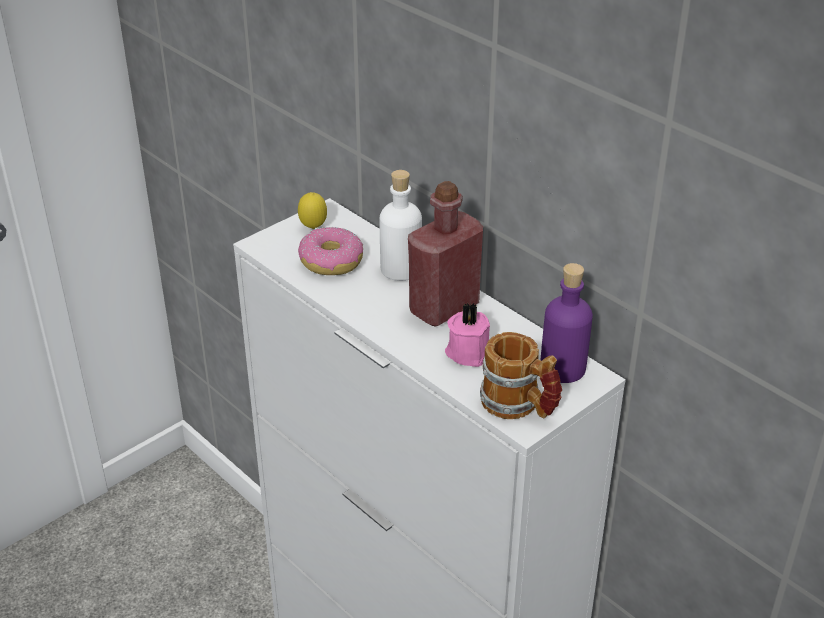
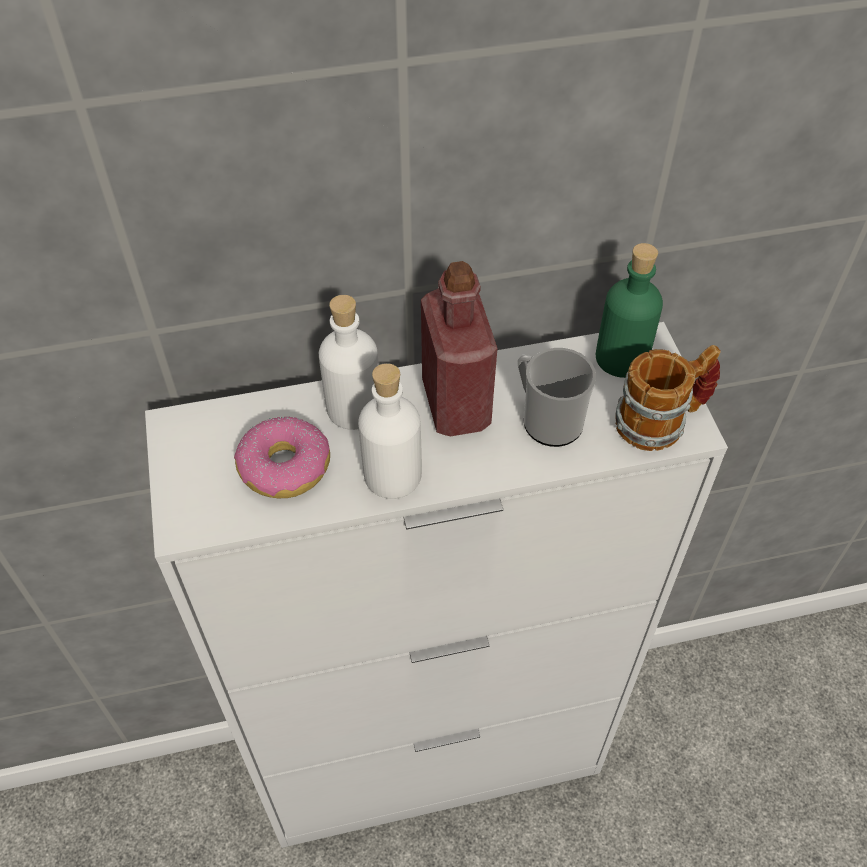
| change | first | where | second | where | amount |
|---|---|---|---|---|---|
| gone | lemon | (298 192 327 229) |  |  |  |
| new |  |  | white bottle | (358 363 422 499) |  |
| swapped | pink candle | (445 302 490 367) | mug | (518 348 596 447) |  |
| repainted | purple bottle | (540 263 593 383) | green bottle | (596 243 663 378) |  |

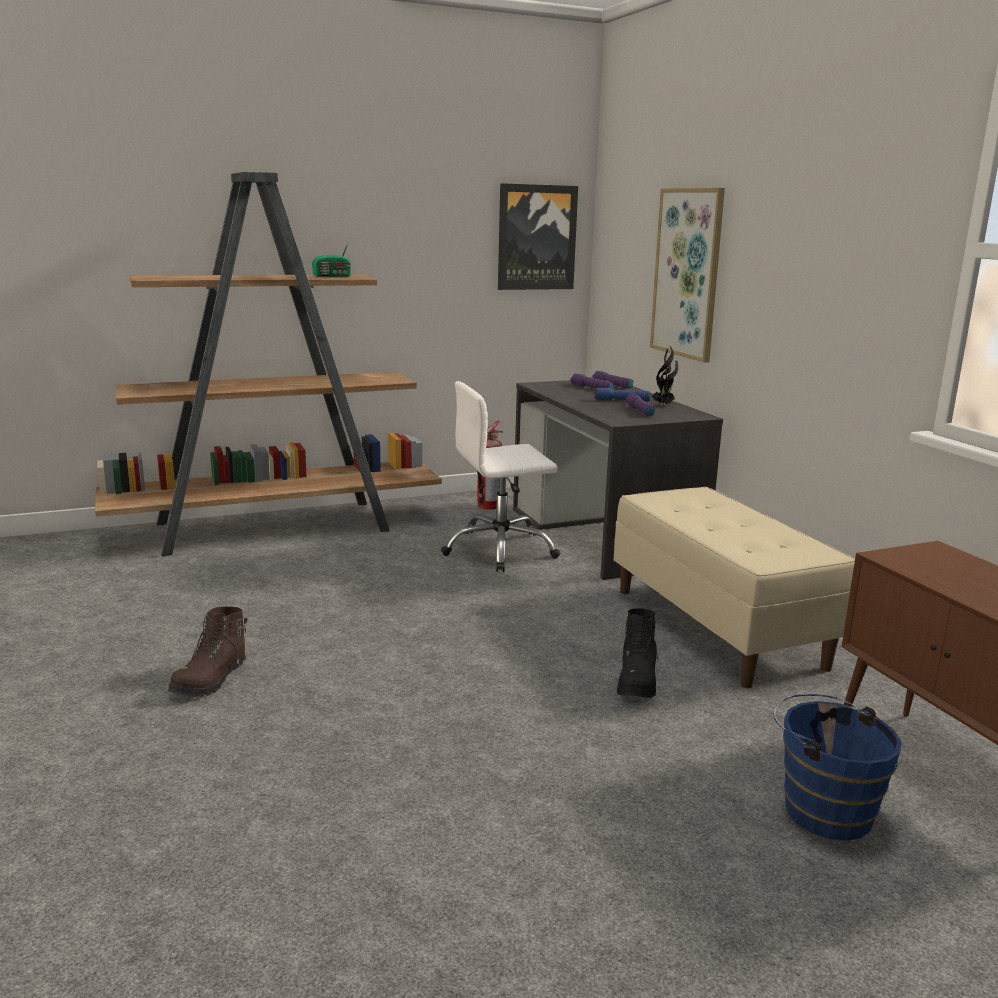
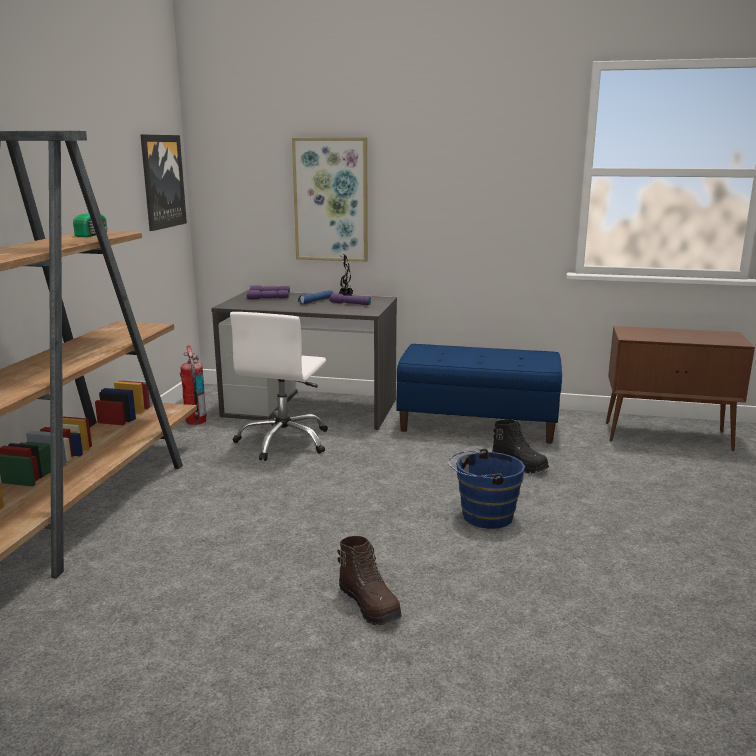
| change | first | where | second | where | amount |
|---|---|---|---|---|---|
| shifted | blue bucket | (773 694 902 841) |  | (448 448 525 529) |  |
| repainted | beige bench | (614 487 855 688) | blue bench | (396 344 562 444) |  |

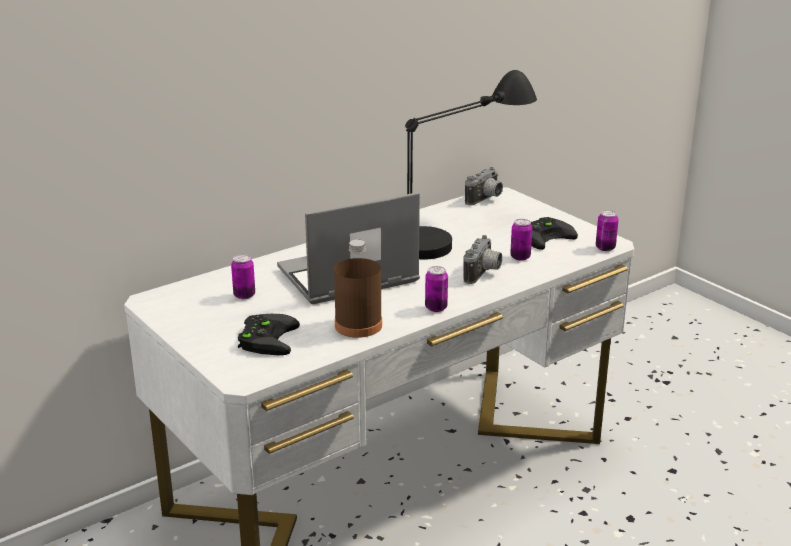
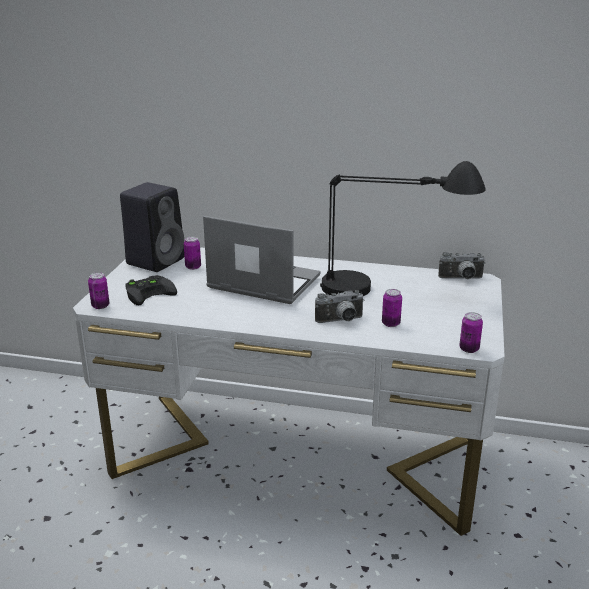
| change | first | where | second | where | amount |
|---|---|---|---|---|---|
| gone | brown bottle | (334 240 382 338) |  |  |  |
| gone | black game controller | (531 217 578 250) |  |  |  |
| new |  |  | black speaker | (120 182 184 272) |  |
| shifted | can | (425 266 448 312) |  | (88 272 109 309) |  |

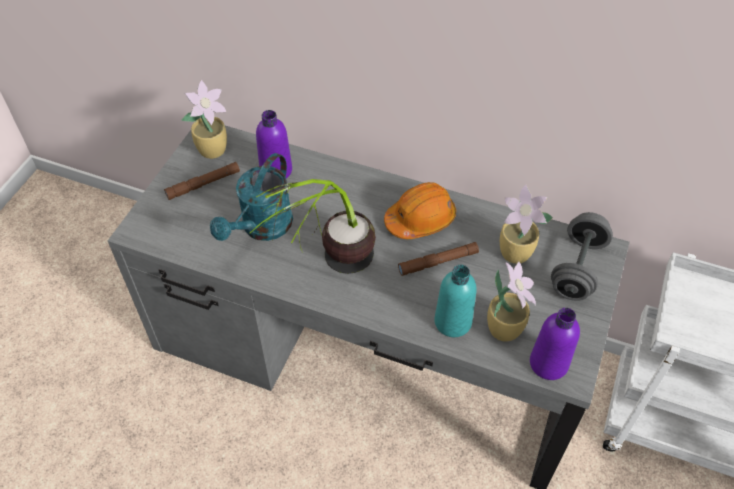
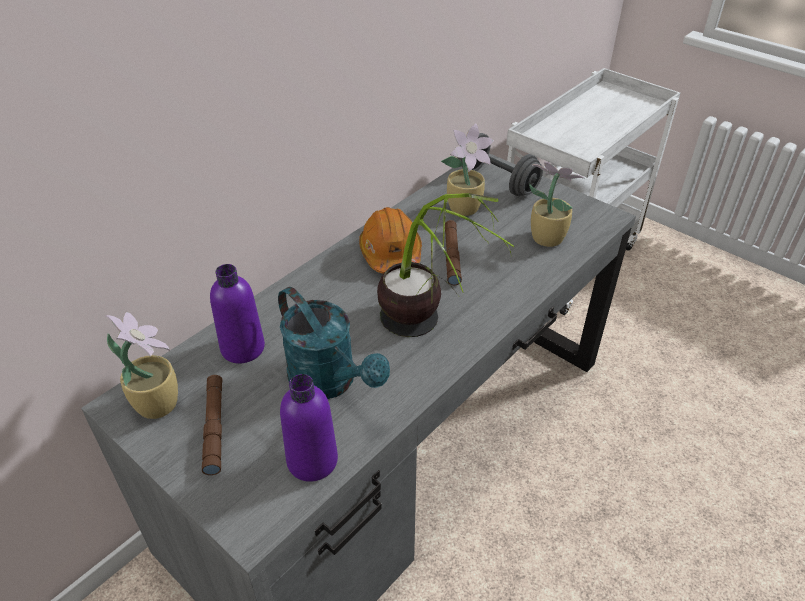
| change | first | where | second | where | amount |
|---|---|---|---|---|---|
| gone | turquoise bottle | (434 265 476 337) |  |  |  |
| shifted | purple bottle | (530 308 580 380) |  | (280 374 338 482) |  |

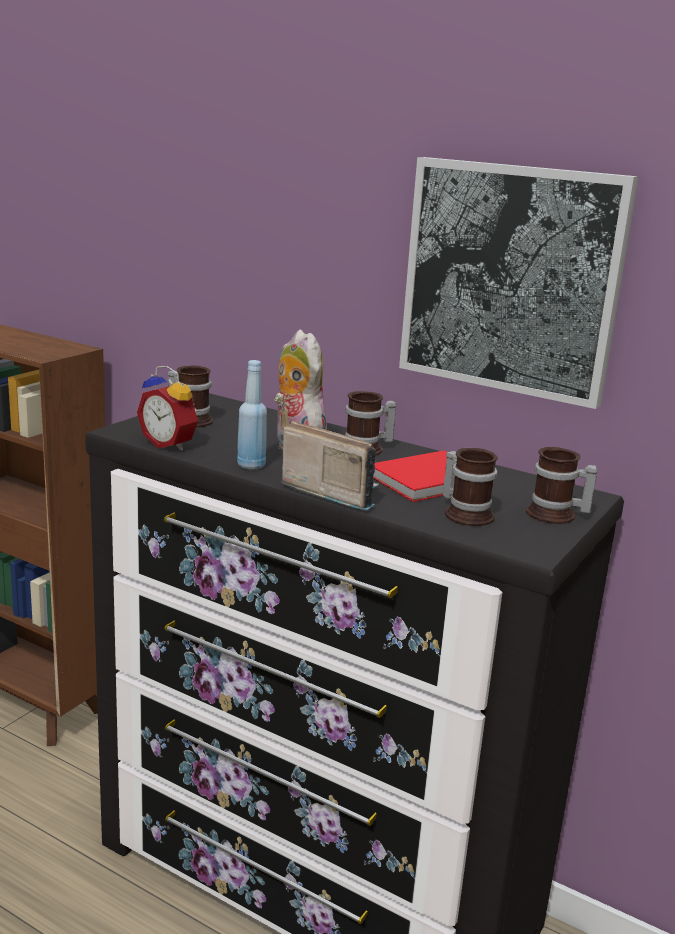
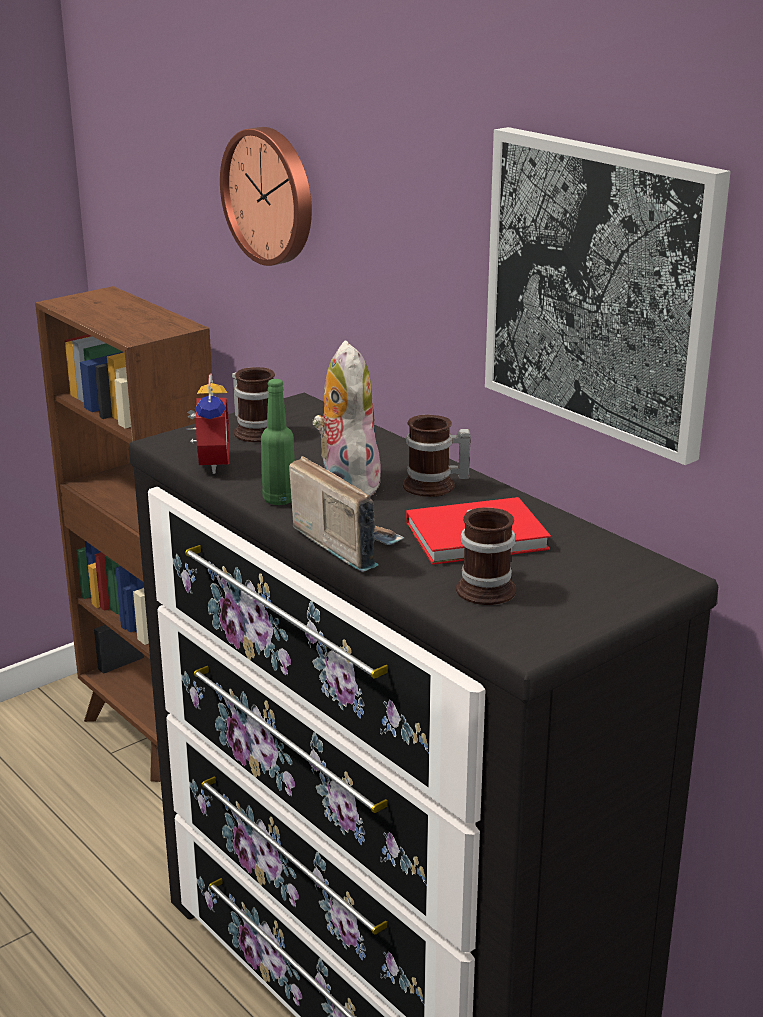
| change | first | where | second | where | amount |
|---|---|---|---|---|---|
| gone | mug | (526 447 597 524) |  |  |  |
| new |  |  | wall clock | (220 127 312 266) |  |
| repainted | blue bottle | (237 360 267 469) | green bottle | (261 379 295 505) |  |
| rotated | alarm clock | (137 366 198 451) |  | (185 373 230 474) | 150 degrees counterclockwise |

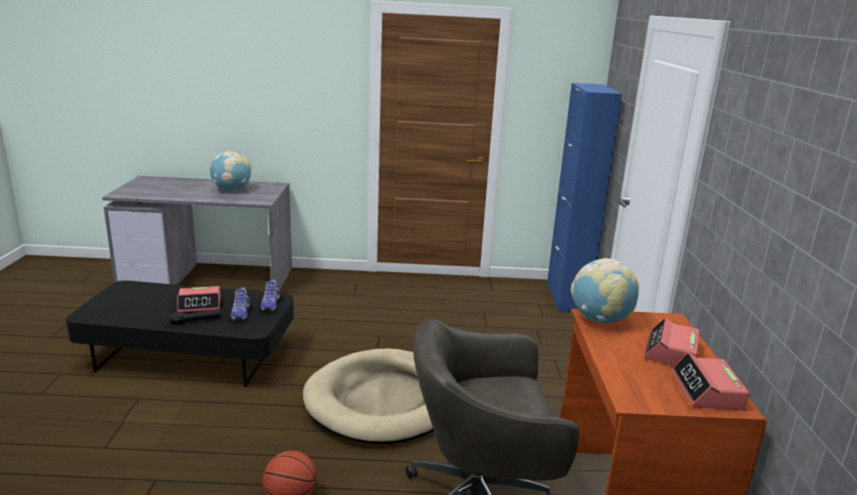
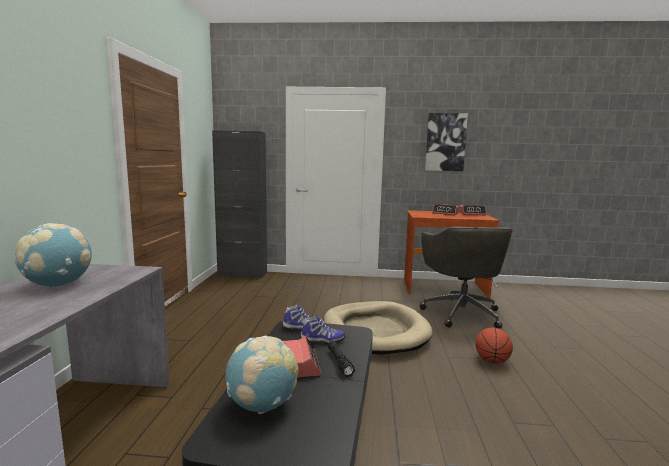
| change | first | where | second | where | amount |
|---|---|---|---|---|---|
| new |  |  | picture | (425 113 468 171) |  |
| shifted | globe | (571 258 639 323) |  | (225 336 299 414) |  |
| repainted | blue cabinet | (547 83 622 312) | black cabinet | (212 130 267 279) |  |

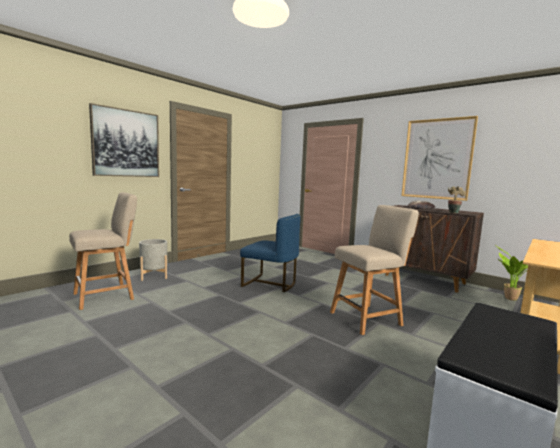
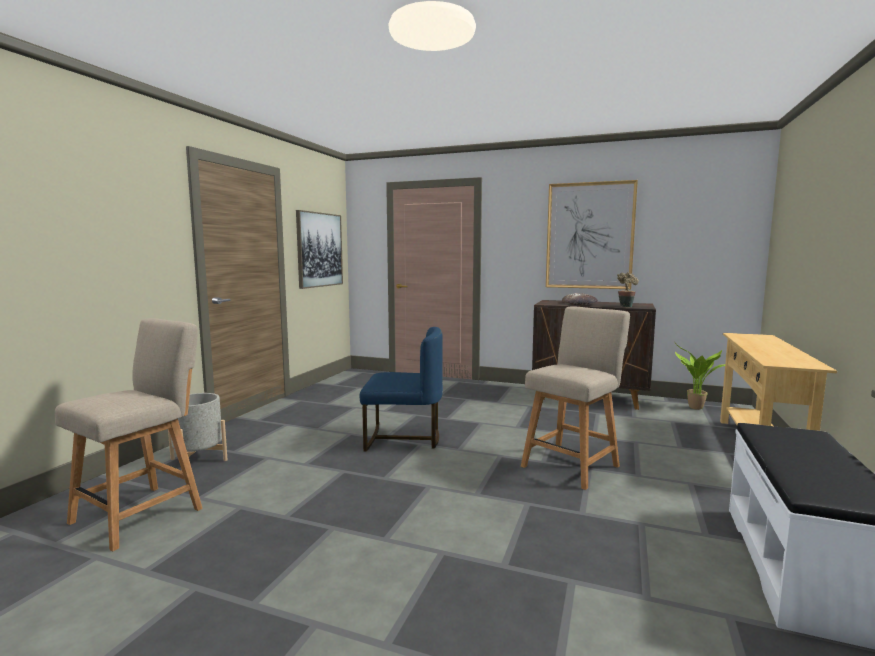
| change | first | where | second | where | amount |
|---|---|---|---|---|---|
| shifted | picture | (89 103 159 177) |  | (296 210 343 289) |  |

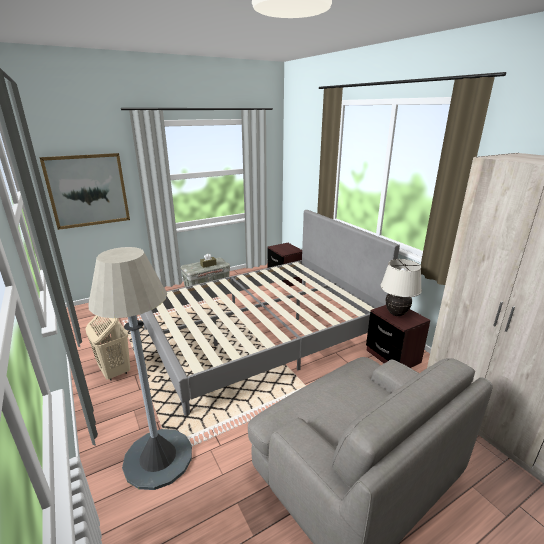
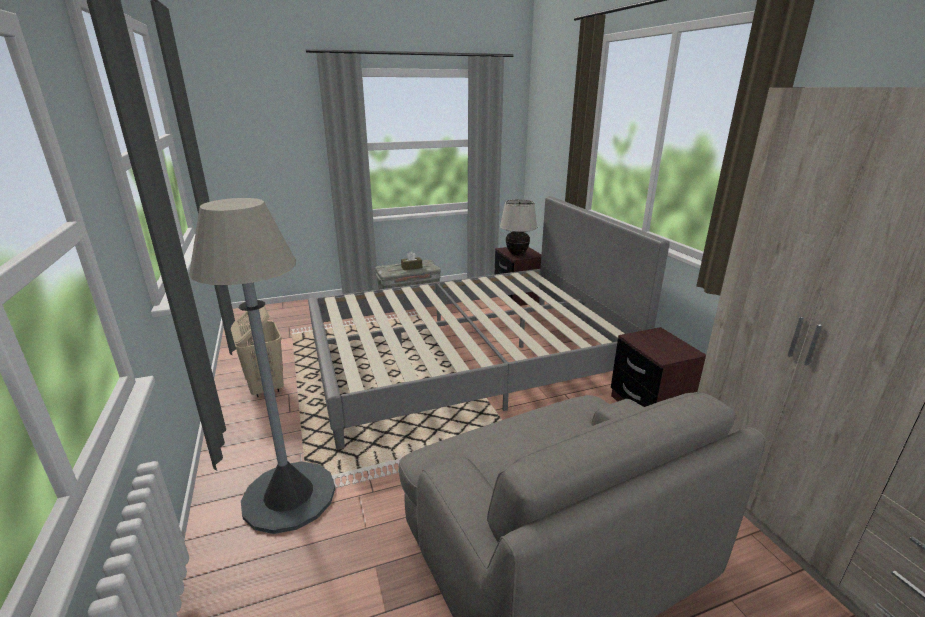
| change | first | where | second | where | amount |
|---|---|---|---|---|---|
| gone | picture | (39 153 130 230) |  |  |  |
| shifted | beige table lamp | (381 259 422 316) |  | (500 199 537 256) |  |

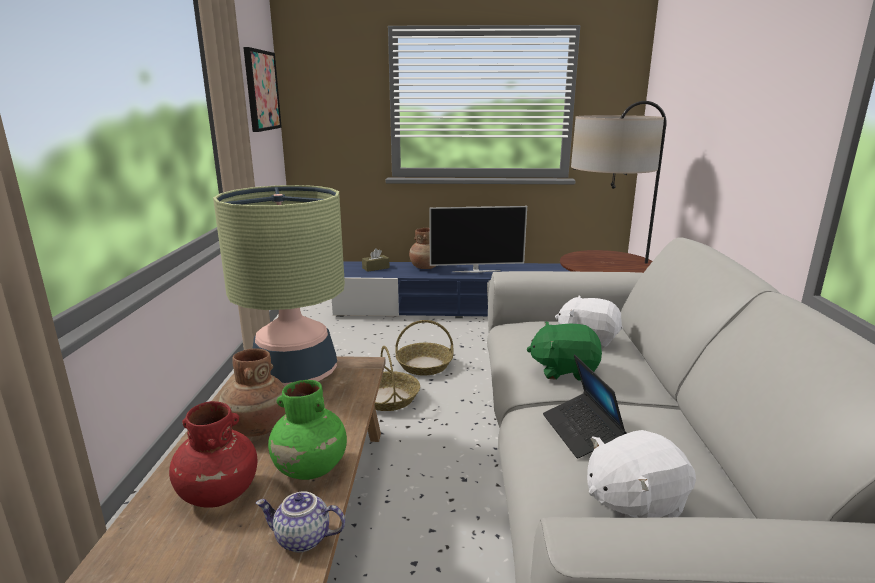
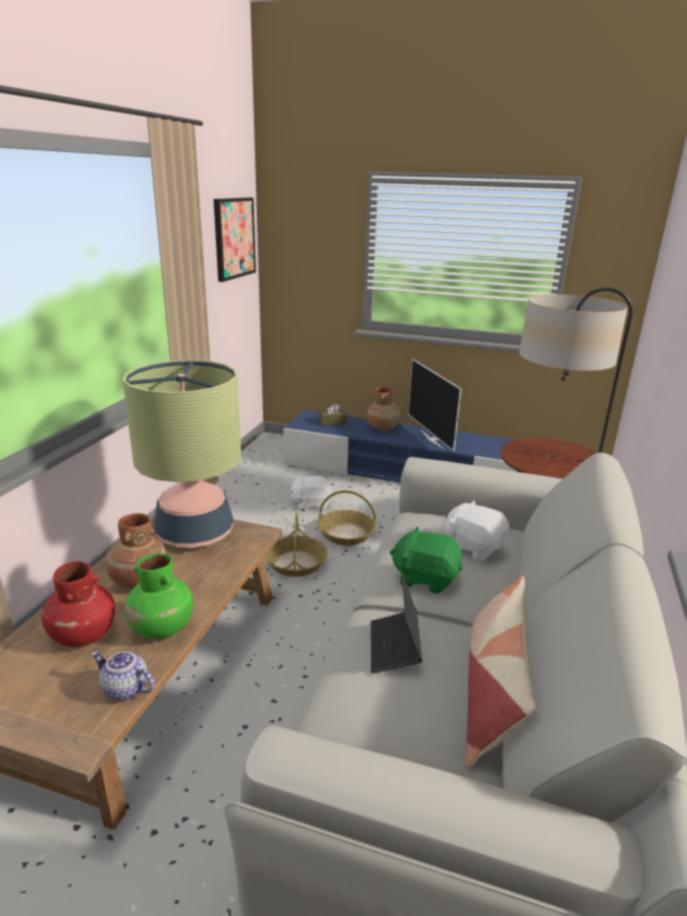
| change | first | where | second | where | amount |
|---|---|---|---|---|---|
| new |  |  | pillow | (466 576 536 768) |  |
| shifted | white plush toy | (587 430 696 518) |  | (288 475 333 511) |  |
| rotated | television | (429 206 527 273) |  | (408 359 462 452) | 60 degrees clockwise |

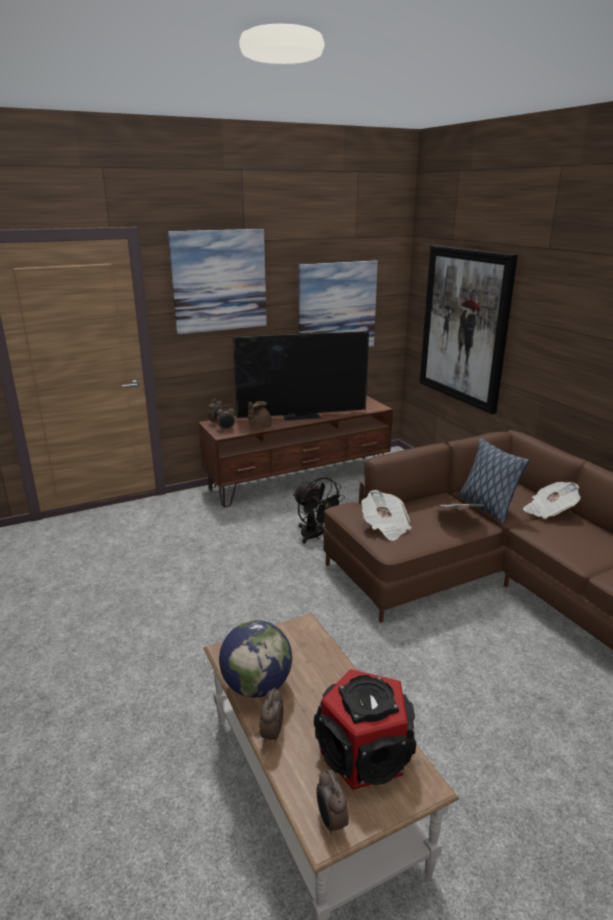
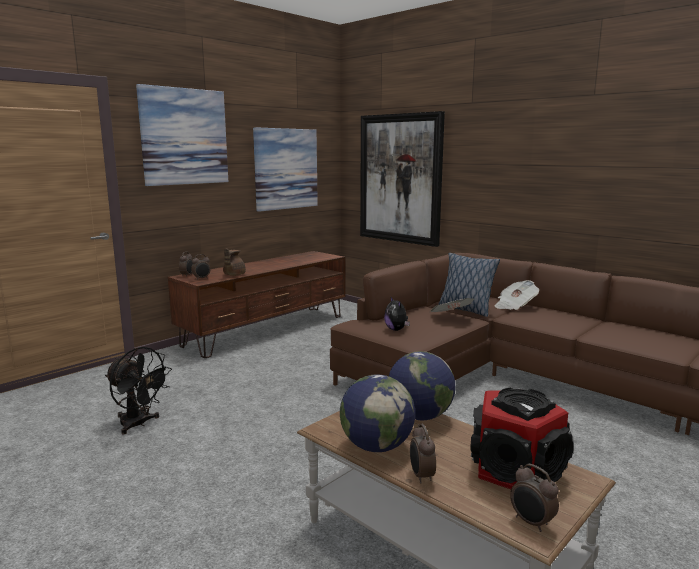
| change | first | where | second | where | amount |
|---|---|---|---|---|---|
| gone | television | (233 331 369 421) |  |  |  |
| new |  |  | globe | (389 351 455 420) |  |
| shifted | black fan | (293 477 345 544) |  | (105 347 172 435) |  |
| swapped | newspaper | (361 490 412 541) | plush toy | (384 297 410 331) |  |

